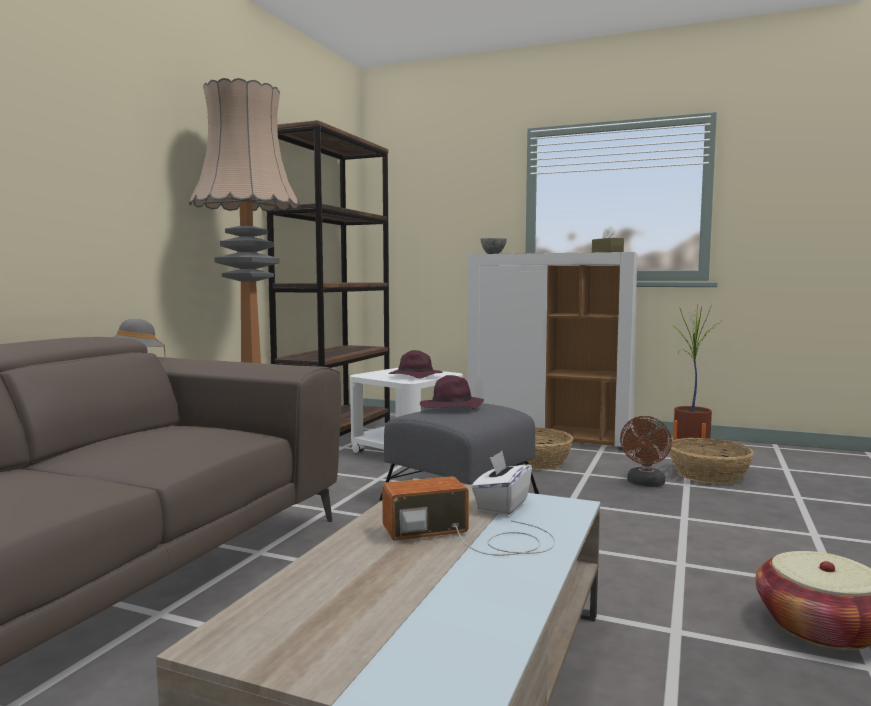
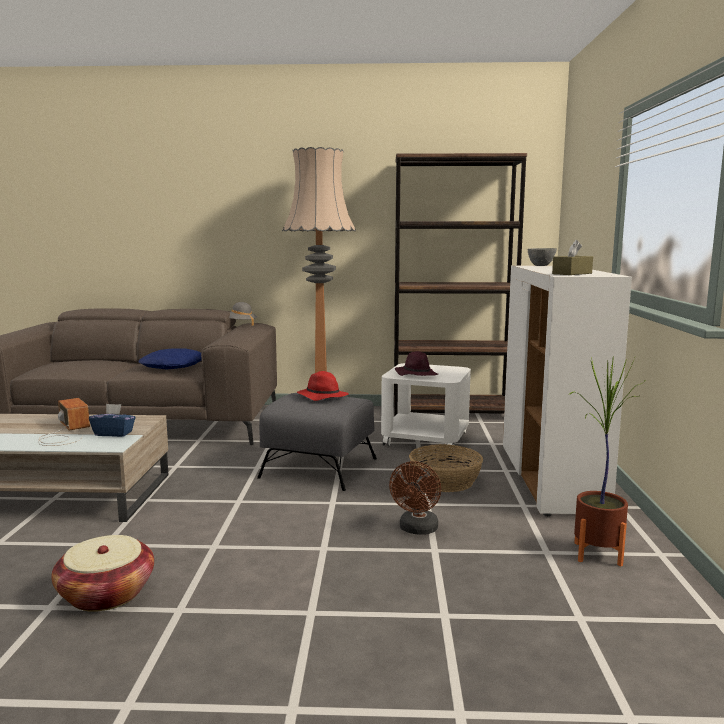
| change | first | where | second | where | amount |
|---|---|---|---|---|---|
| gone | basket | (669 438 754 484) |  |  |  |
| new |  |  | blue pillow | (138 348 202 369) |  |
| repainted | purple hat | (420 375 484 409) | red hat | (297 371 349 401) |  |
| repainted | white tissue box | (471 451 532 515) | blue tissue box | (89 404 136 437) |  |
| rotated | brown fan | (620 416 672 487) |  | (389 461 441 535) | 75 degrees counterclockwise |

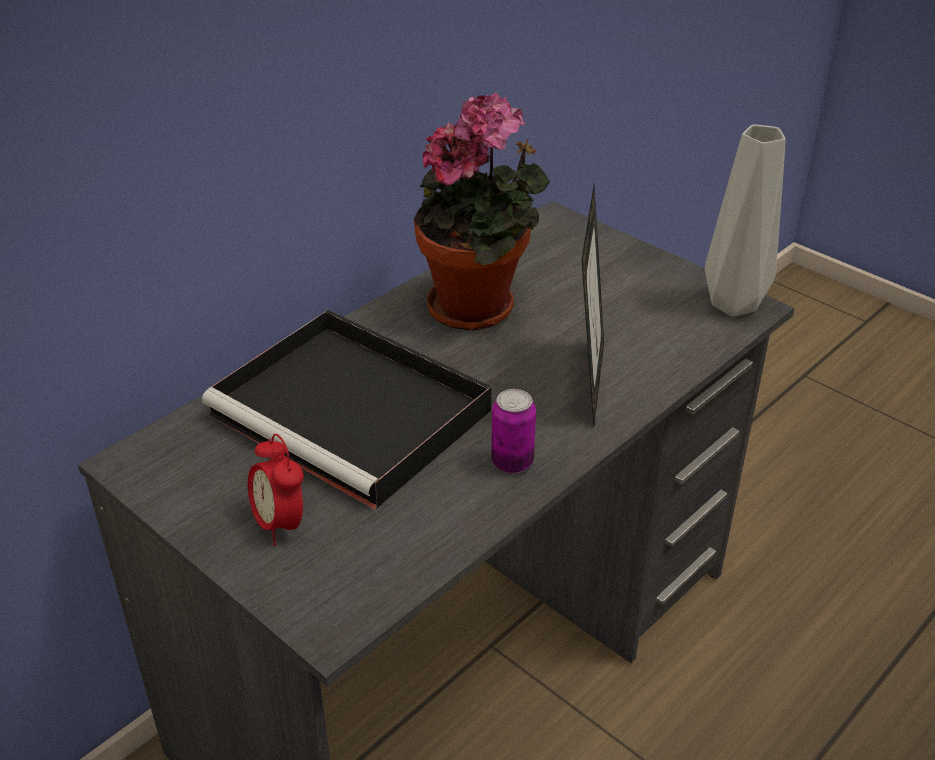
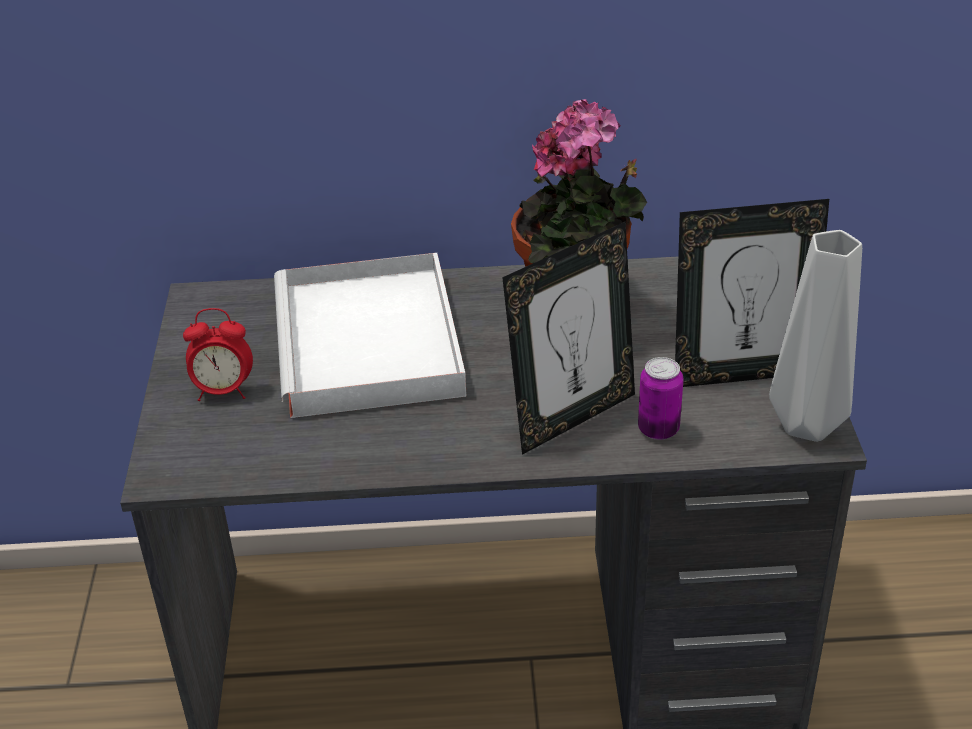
| change | first | where | second | where | amount |
|---|---|---|---|---|---|
| new |  |  | picture frame | (675 199 829 387) |  |
| shifted | can | (491 389 536 473) |  | (638 357 684 440) |  |
| repainted | black tray | (202 310 492 510) | white tray | (274 253 466 418) |  |
| rotated | alarm clock | (248 434 304 546) |  | (183 308 253 401) | 105 degrees counterclockwise |

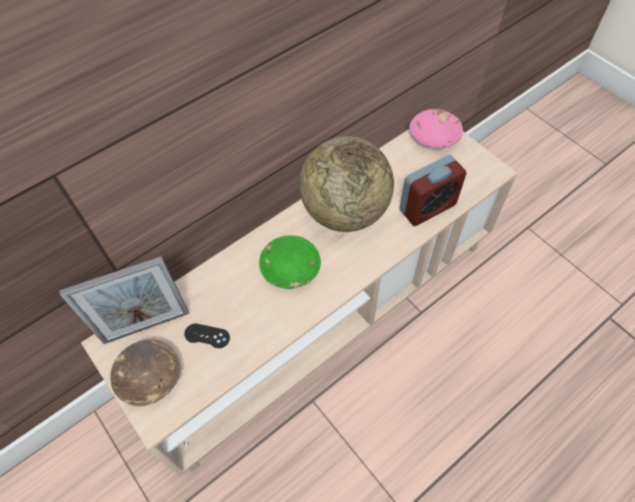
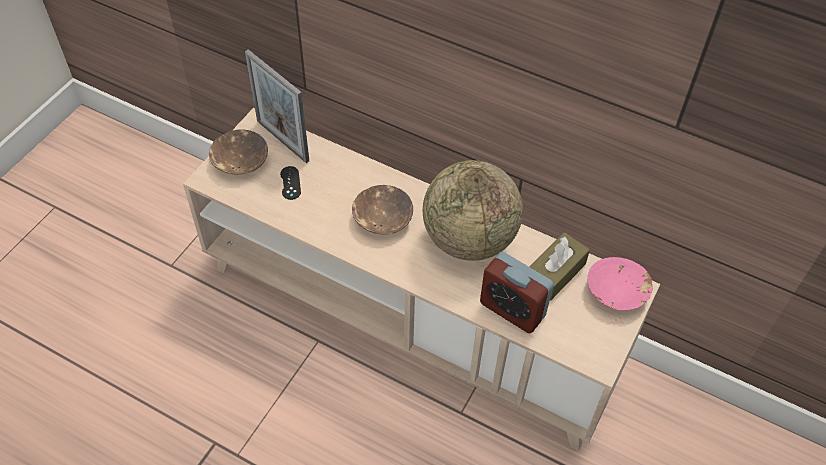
| change | first | where | second | where | amount |
|---|---|---|---|---|---|
| new |  |  | brown tissue box | (530 232 590 301) |  |
| repainted | green bowl | (259 236 321 289) | brown bowl | (352 185 413 234) |  |

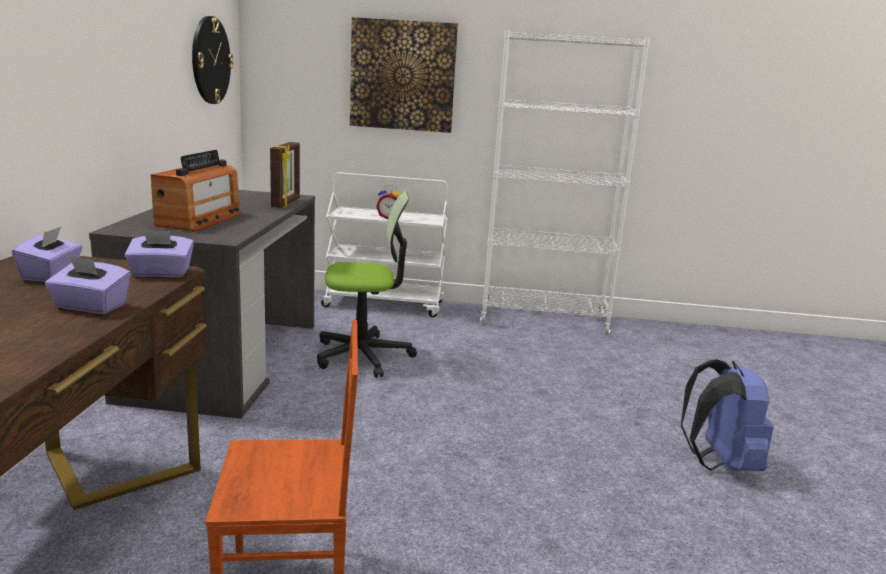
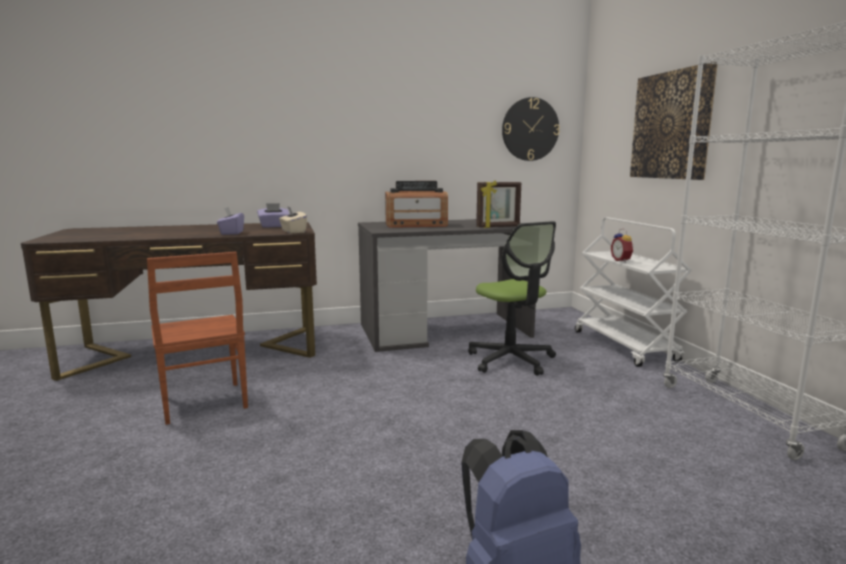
| change | first | where | second | where | amount |
|---|---|---|---|---|---|
| repainted | purple tissue box | (125 230 194 277) | beige tissue box | (279 206 307 234) |  |

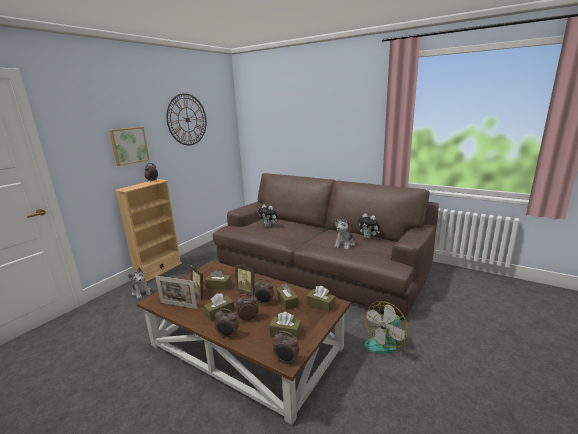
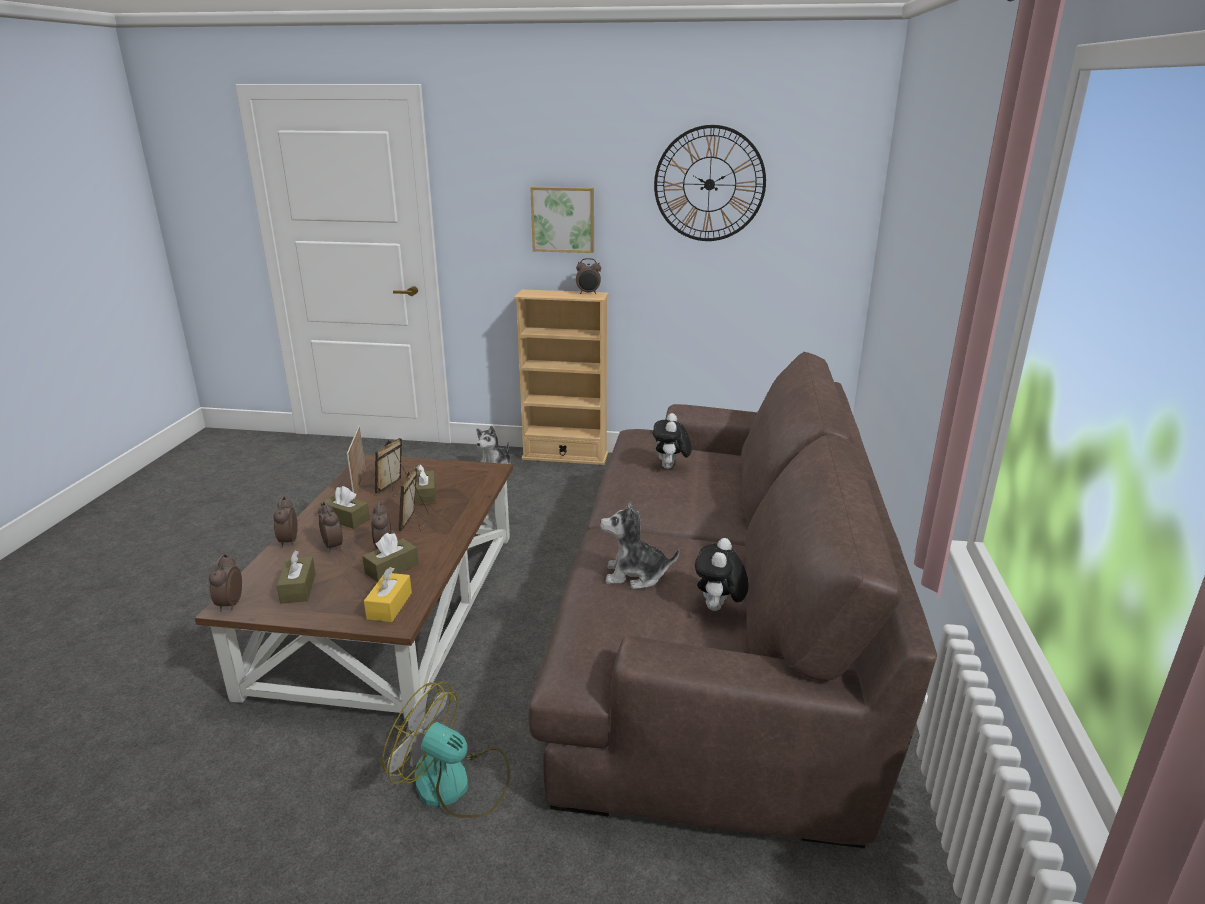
| change | first | where | second | where | amount |
|---|---|---|---|---|---|
| repainted | brown tissue box | (307 286 336 312) | yellow tissue box | (364 567 412 622) |  |

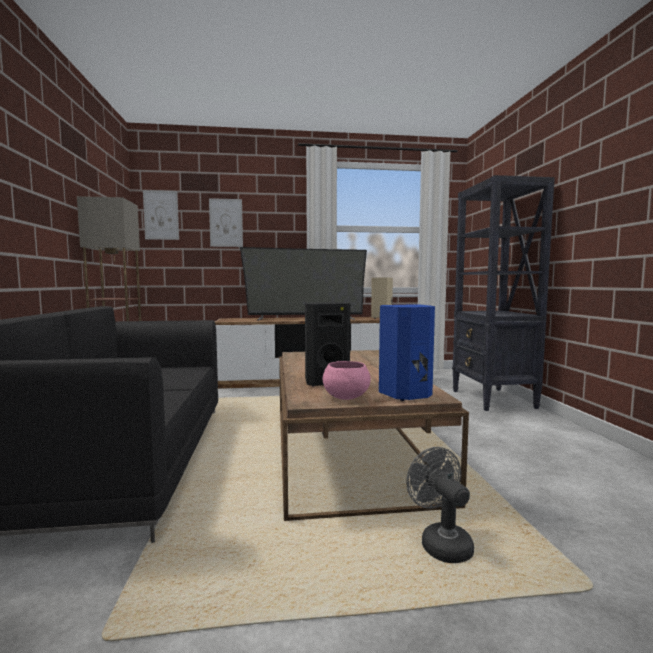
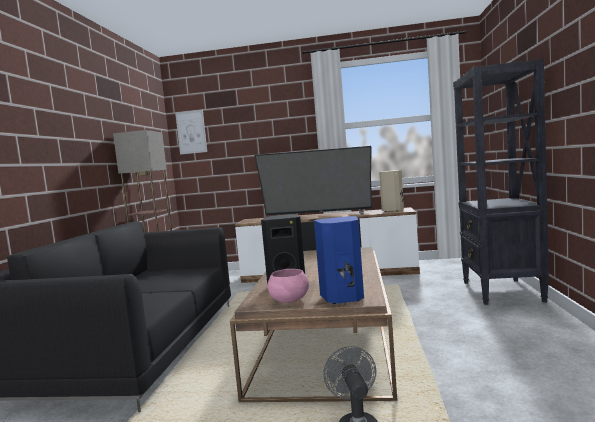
| change | first | where | second | where | amount |
|---|---|---|---|---|---|
| gone | picture | (209 198 243 247) |  |  |  |

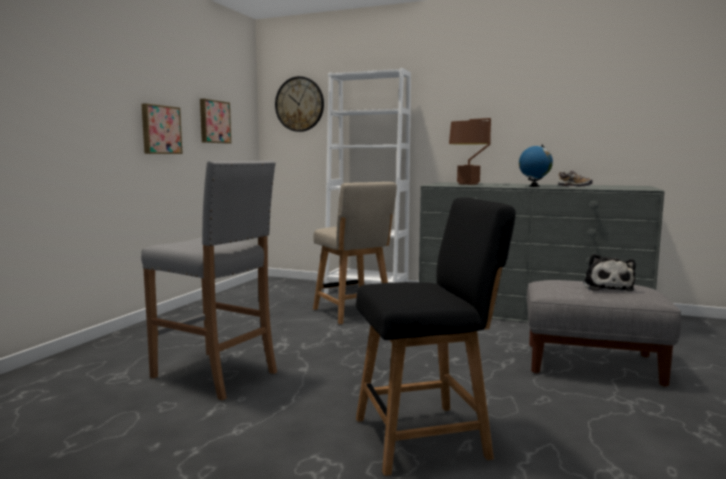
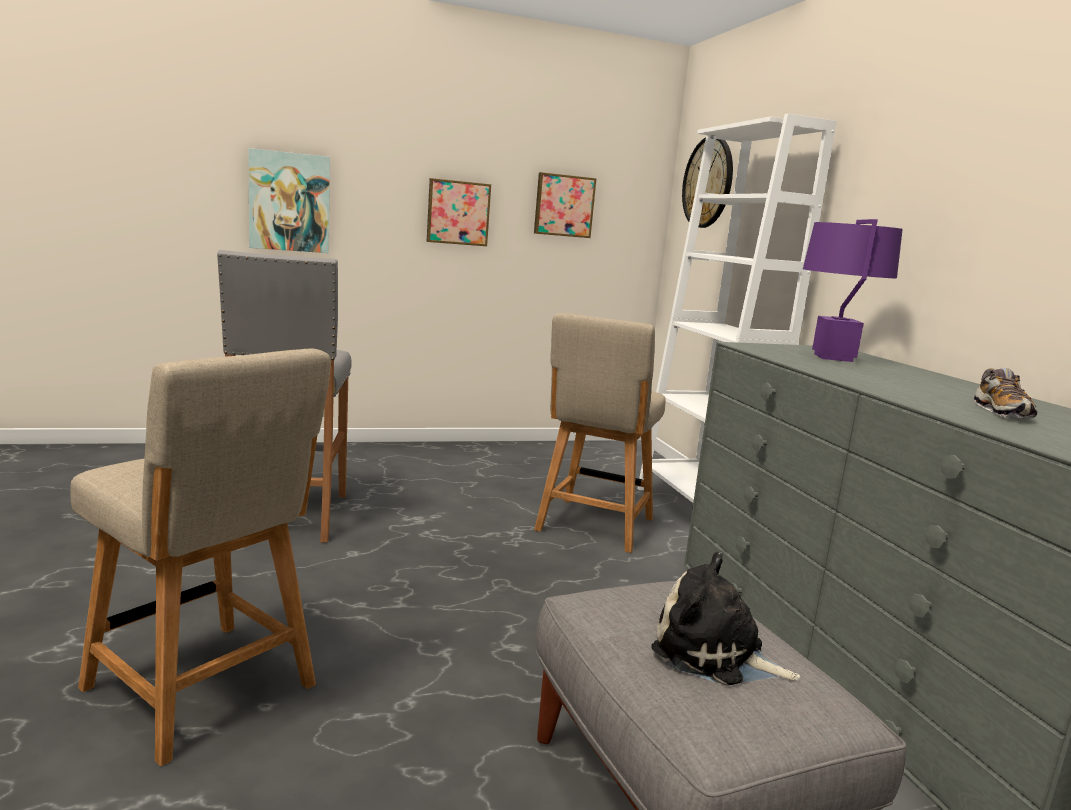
| change | first | where | second | where | amount |
|---|---|---|---|---|---|
| gone | globe | (519 145 553 187) |  |  |  |
| new |  |  | picture | (249 148 330 253) |  |
| repainted | black chair | (356 197 516 476) | beige chair | (70 349 331 766) |  |
| repainted | brown table lamp | (449 118 491 185) | purple table lamp | (803 219 903 362) |  |
| rotated | plush toy | (583 254 636 291) |  | (651 552 800 686) | 60 degrees clockwise |

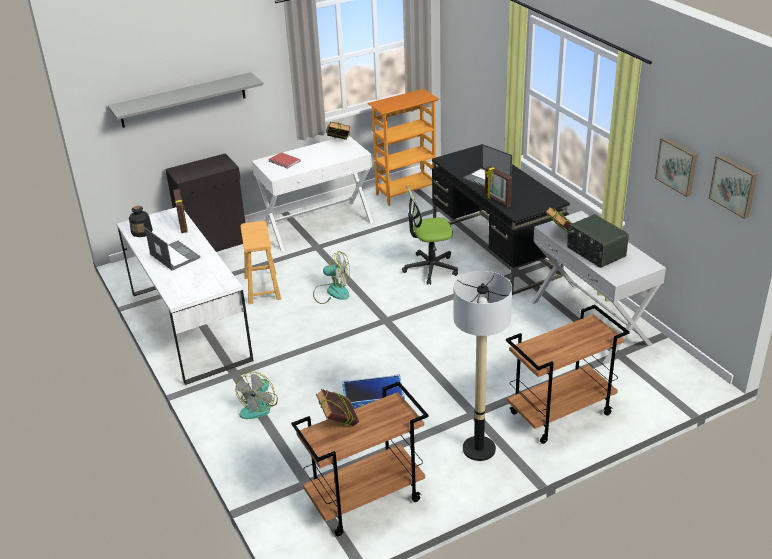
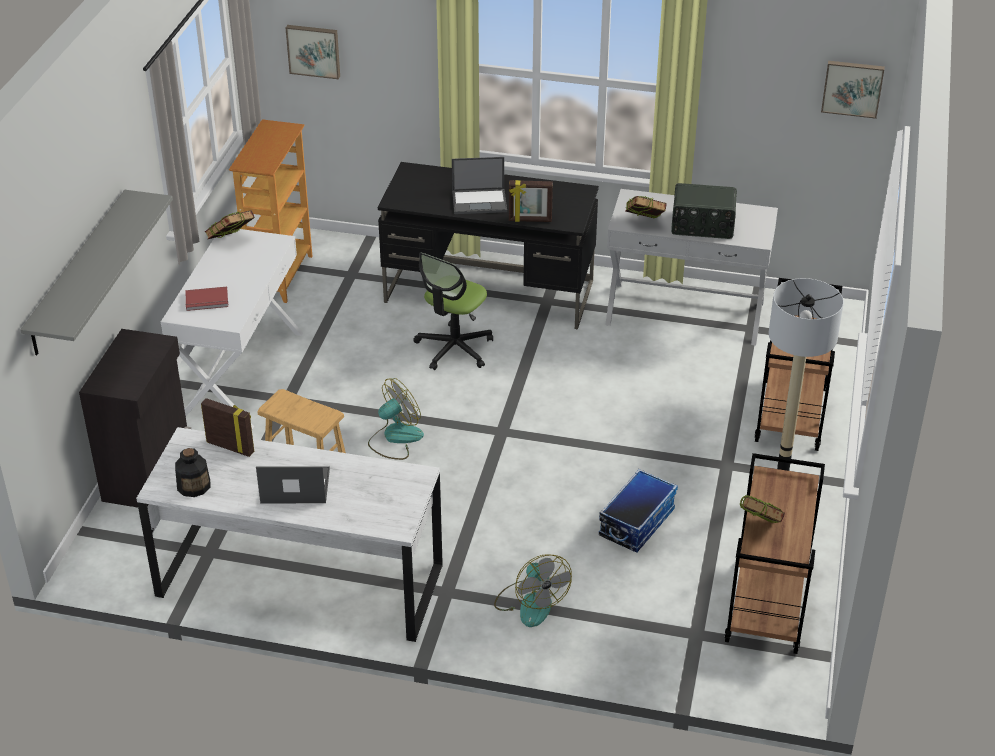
| change | first | where | second | where | amount |
|---|---|---|---|---|---|
| shifted | picture | (655 137 697 197) |  | (286 25 340 79) |  |

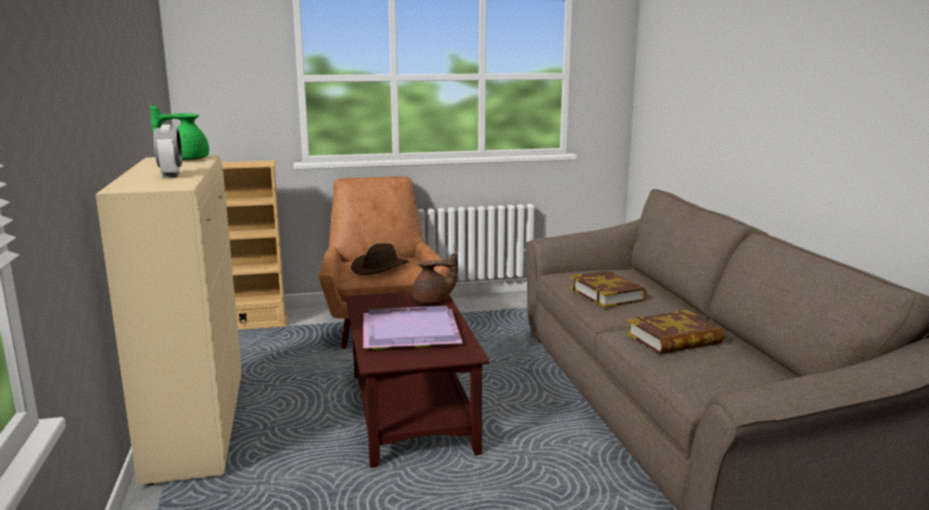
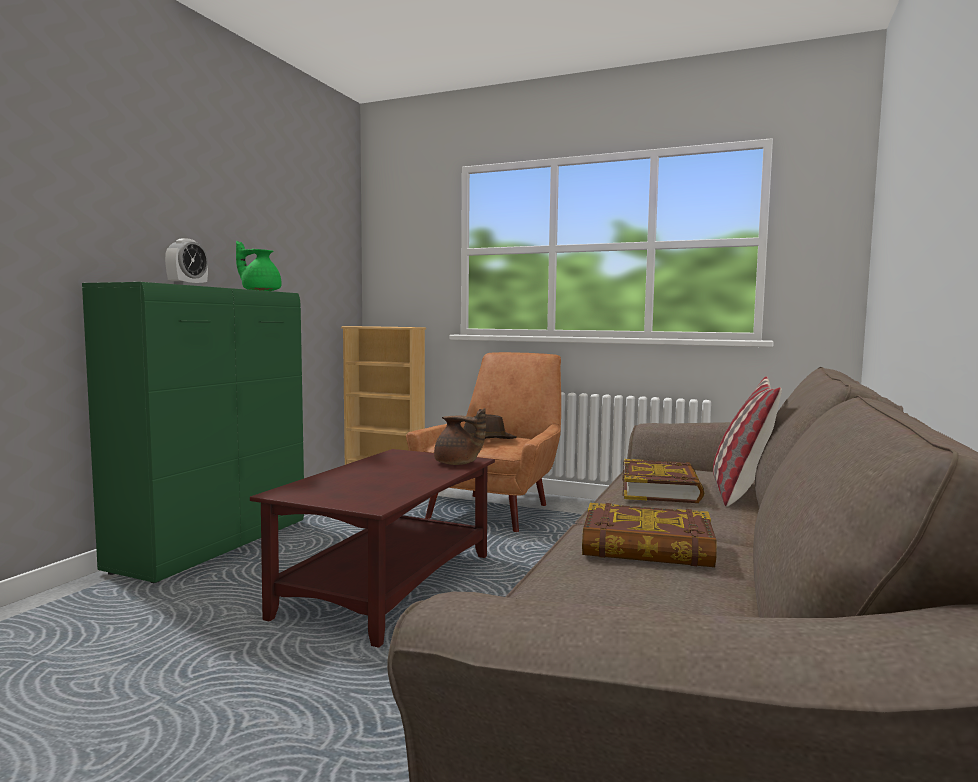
| change | first | where | second | where | amount |
|---|---|---|---|---|---|
| gone | purple tray | (363 306 463 350) |  |  |  |
| new |  |  | pillow | (713 376 782 507) |  |
| repainted | beige cabinet | (96 155 242 486) | green cabinet | (82 282 304 583) |  |

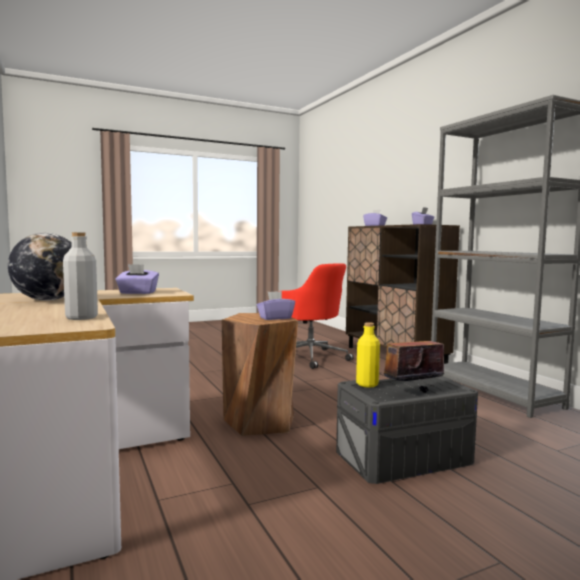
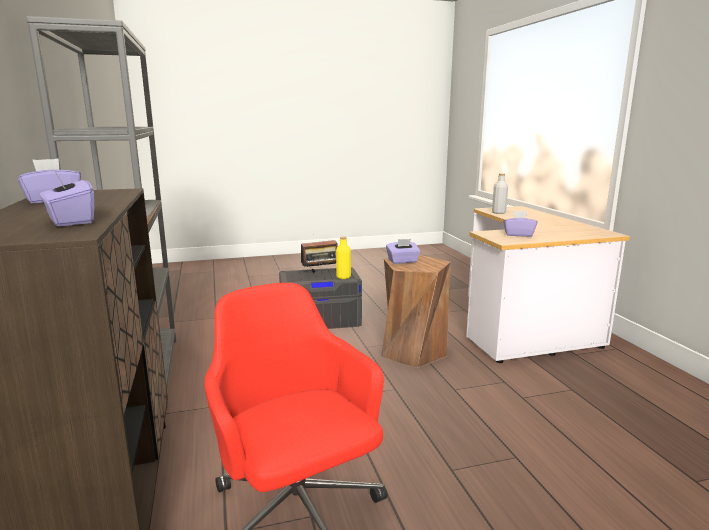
| change | first | where | second | where | amount |
|---|---|---|---|---|---|
| gone | globe | (8 233 72 301) |  |  |  |

